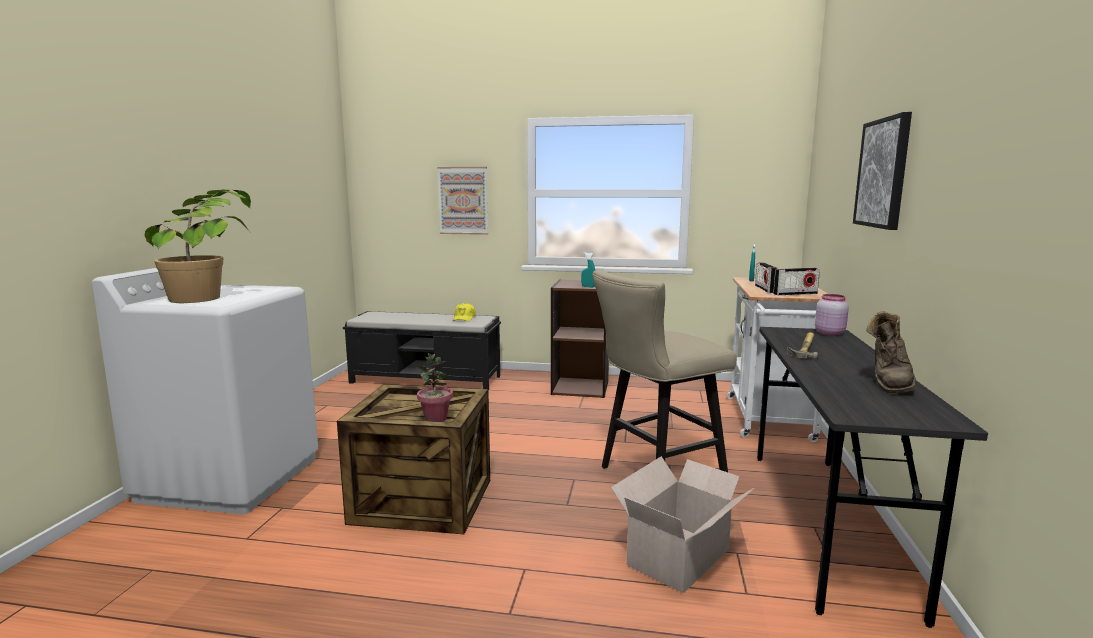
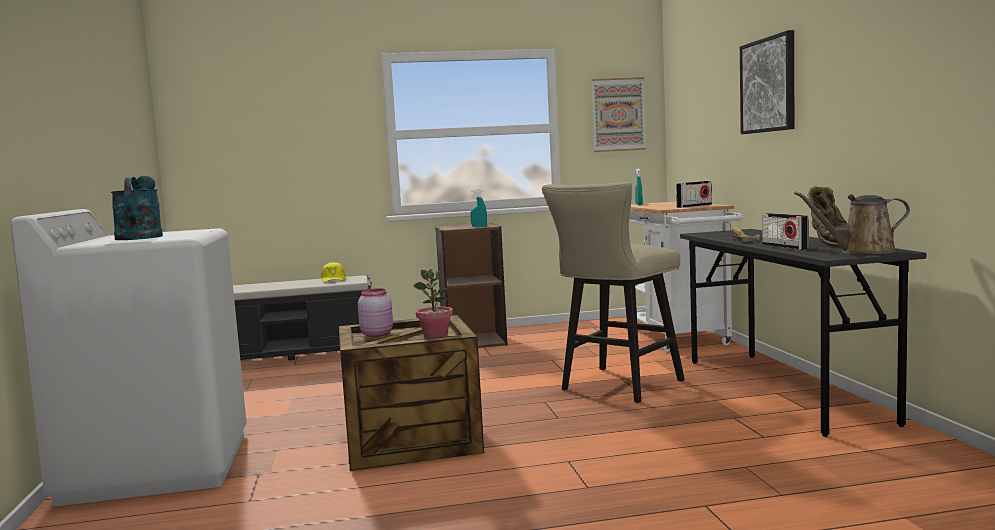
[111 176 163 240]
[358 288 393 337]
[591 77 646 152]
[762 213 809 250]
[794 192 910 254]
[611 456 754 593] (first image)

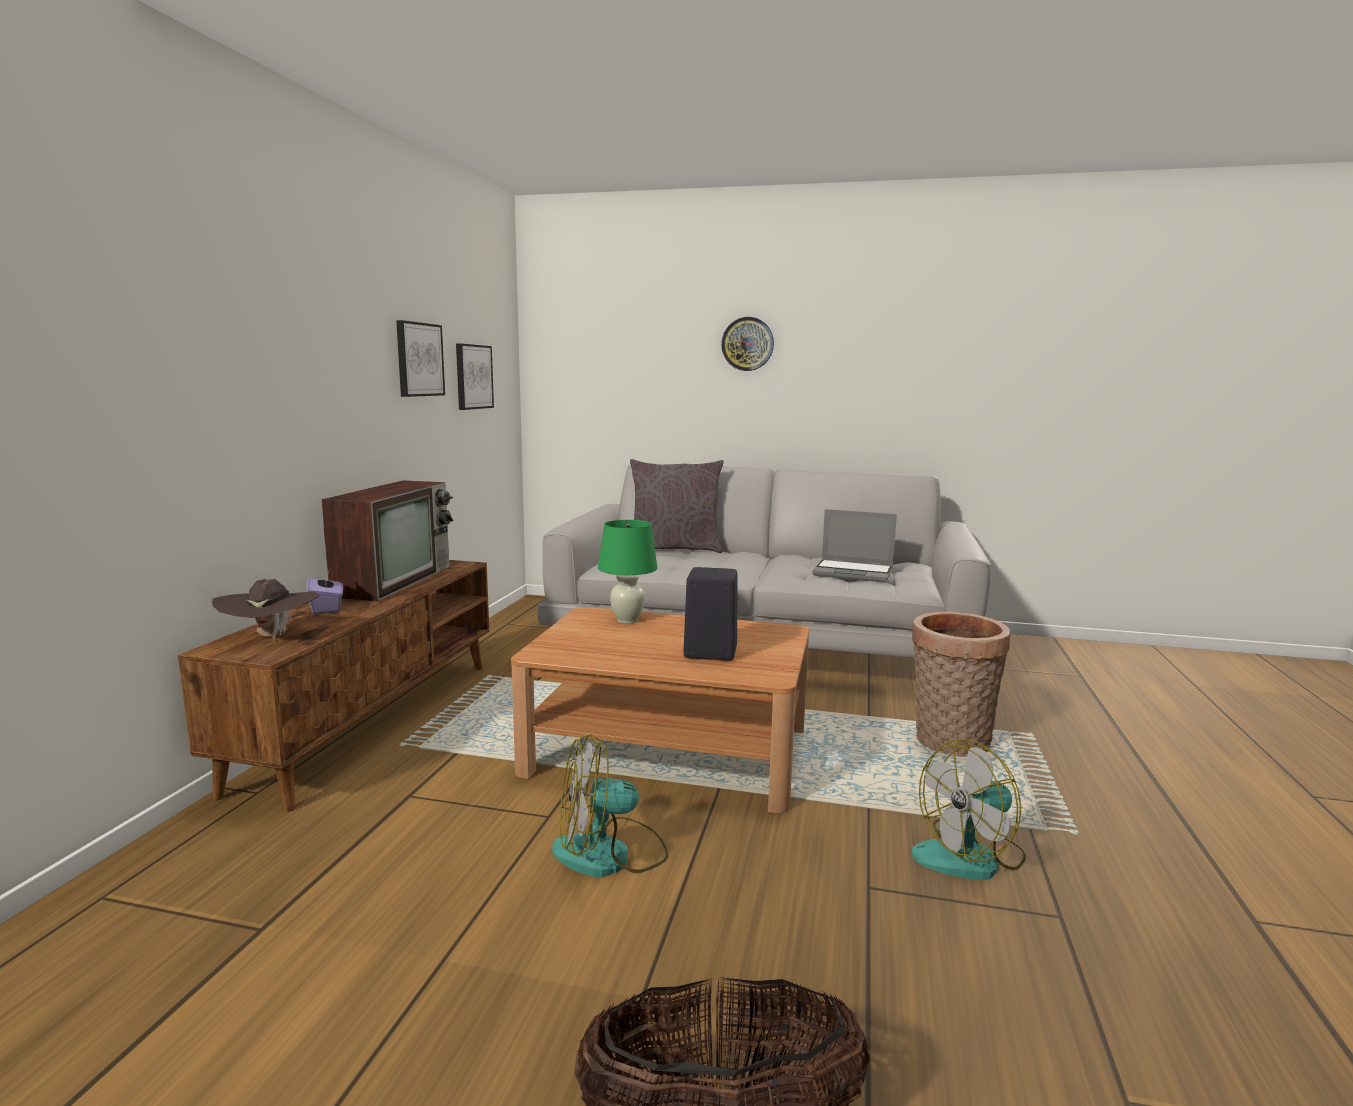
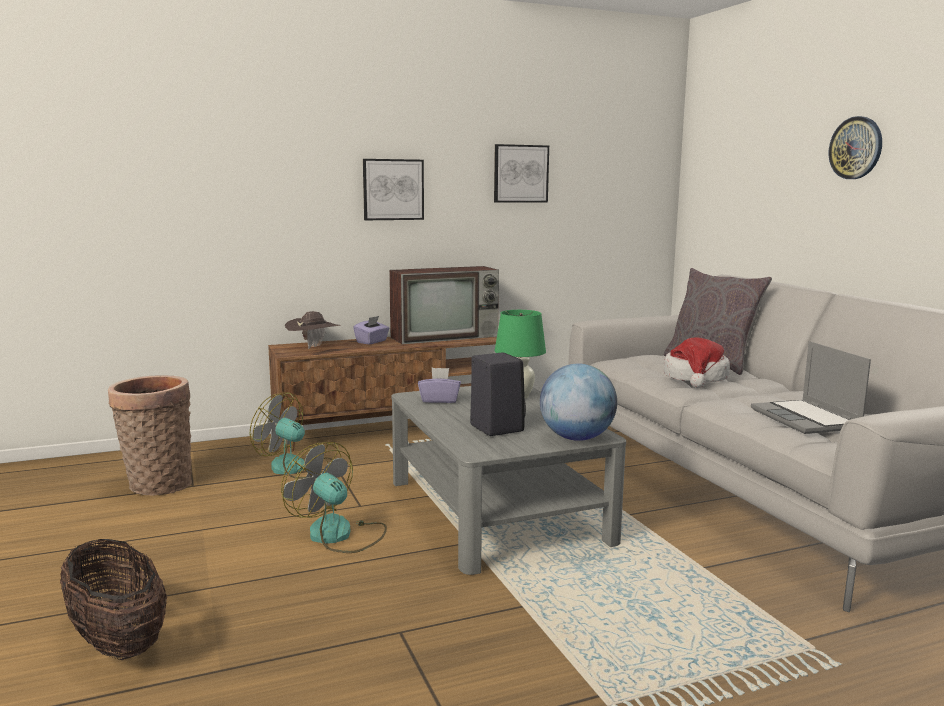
[108 376 192 496]
[249 392 332 479]
[363 159 424 220]
[392 386 626 575]
[418 368 461 403]
[540 363 617 441]
[664 337 730 388]

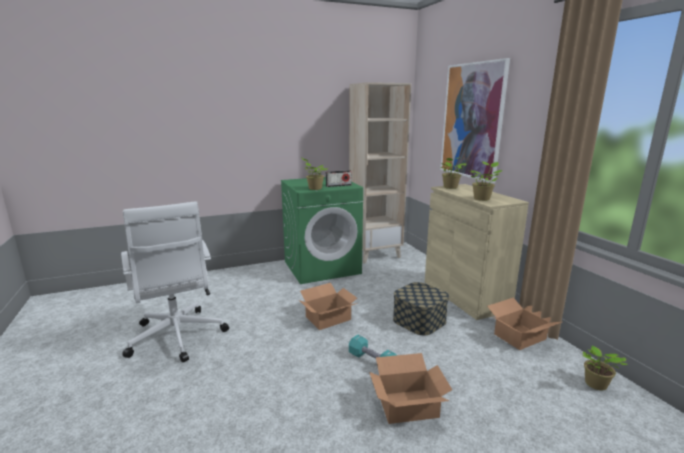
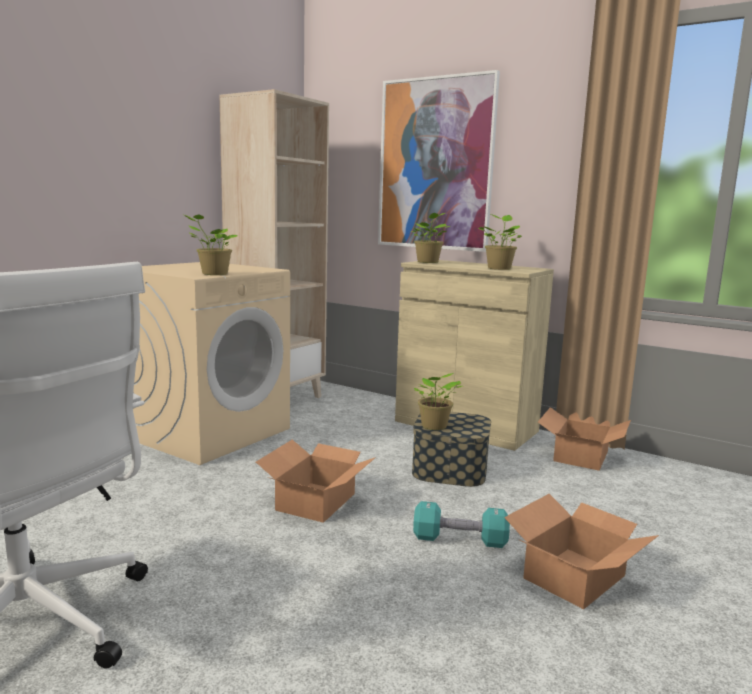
[133 262 290 465]
[414 373 462 430]
[326 170 352 187] (first image)

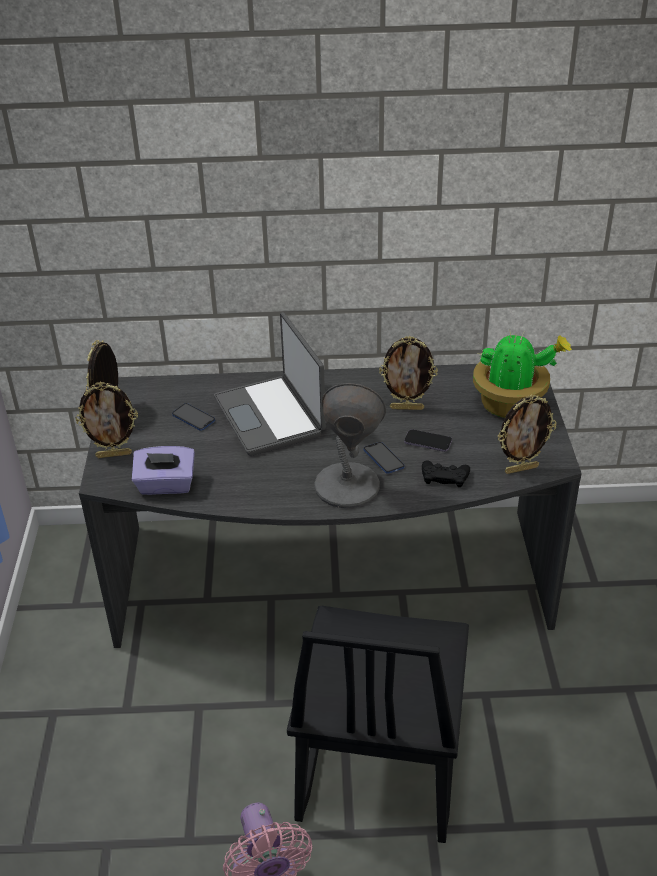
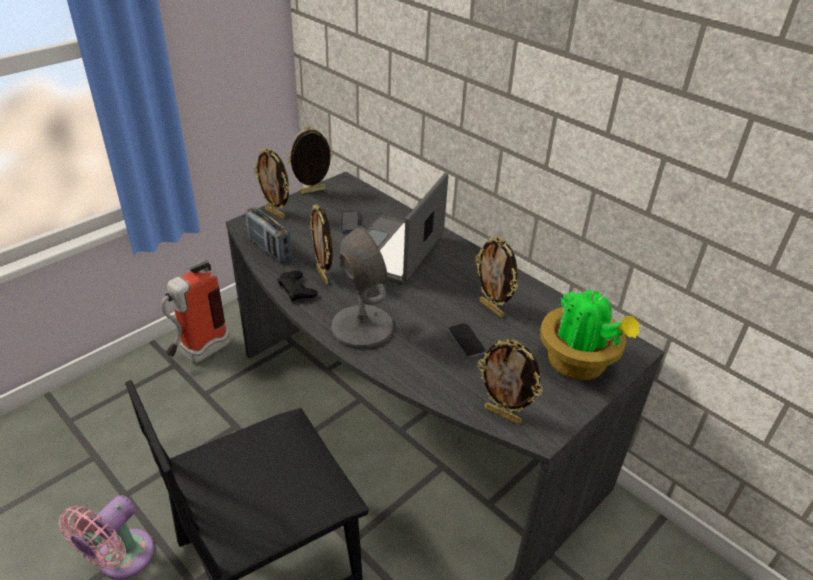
[161 259 230 363]
[245 207 292 263]
[277 271 318 302]
[310 204 333 284]
[364 442 405 474] (first image)

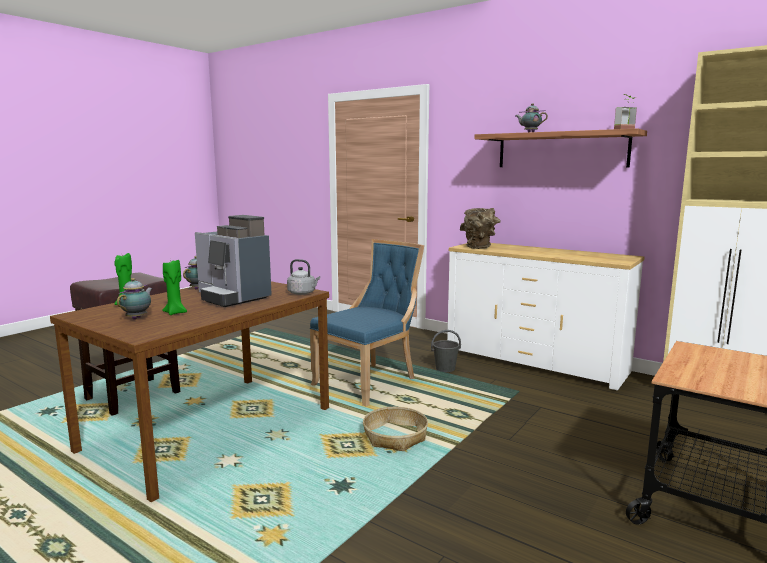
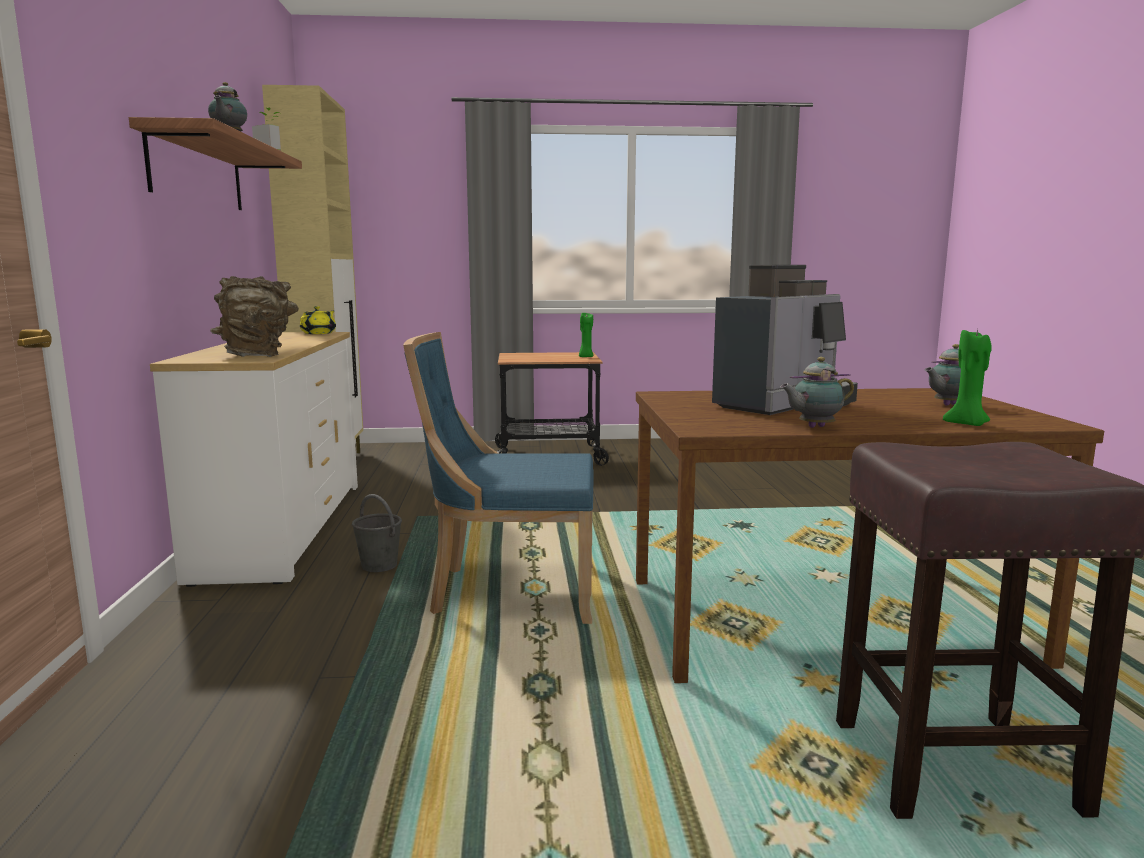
[300 306 336 334]
[579 313 593 357]
[712 265 858 415]
[287 259 320 295] (first image)
[363 407 428 451] (first image)

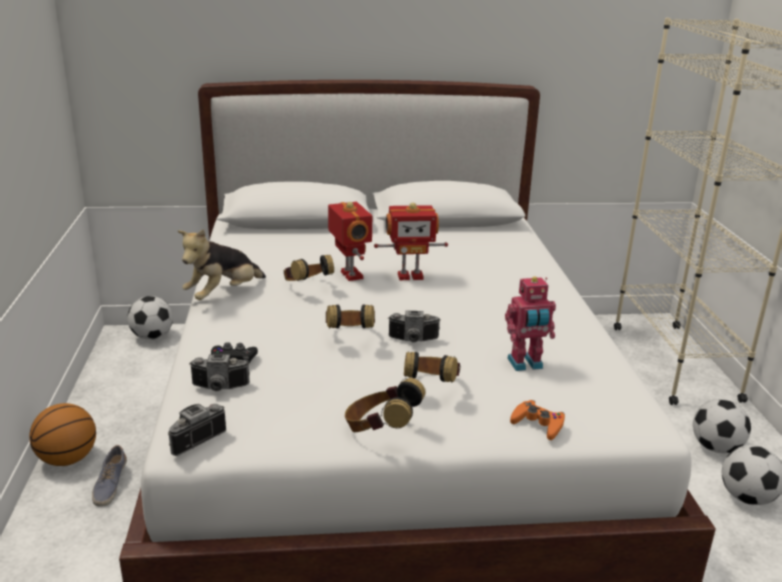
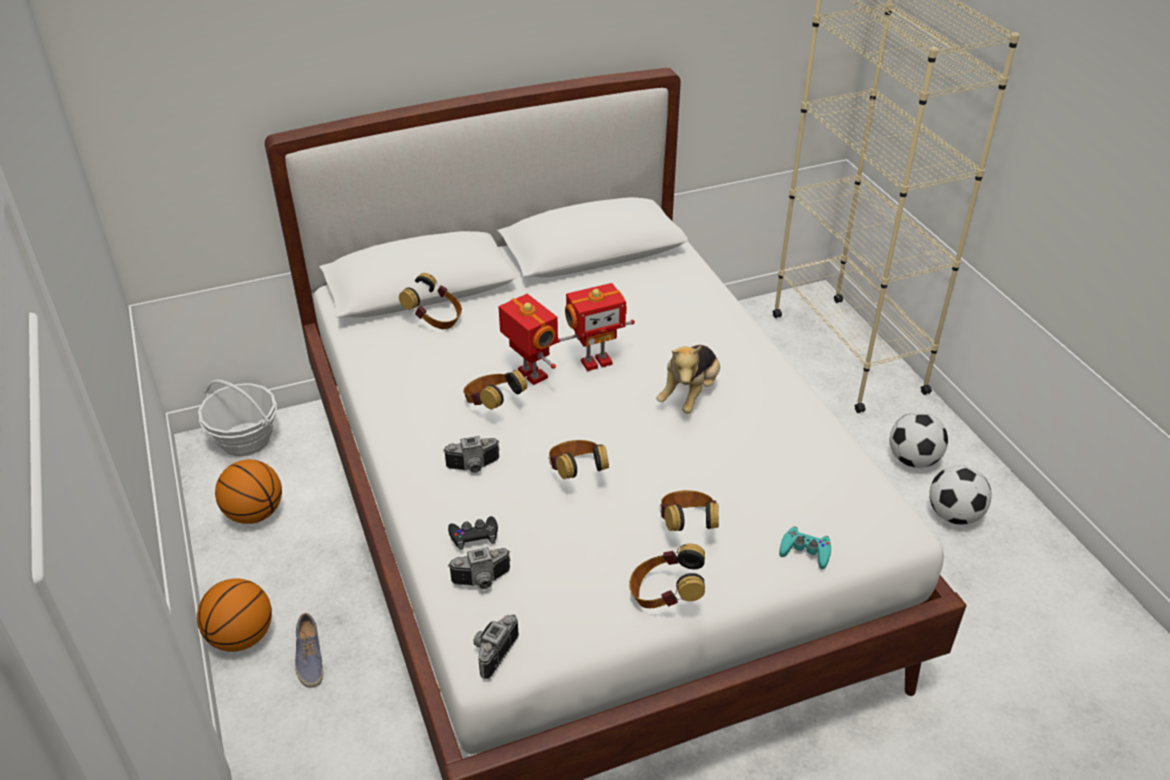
[198 380 277 456]
[215 459 282 524]
[399 273 462 329]
[443 436 499 473]
[657 345 720 414]
[779 527 831 569]
[505 277 556 371] (first image)

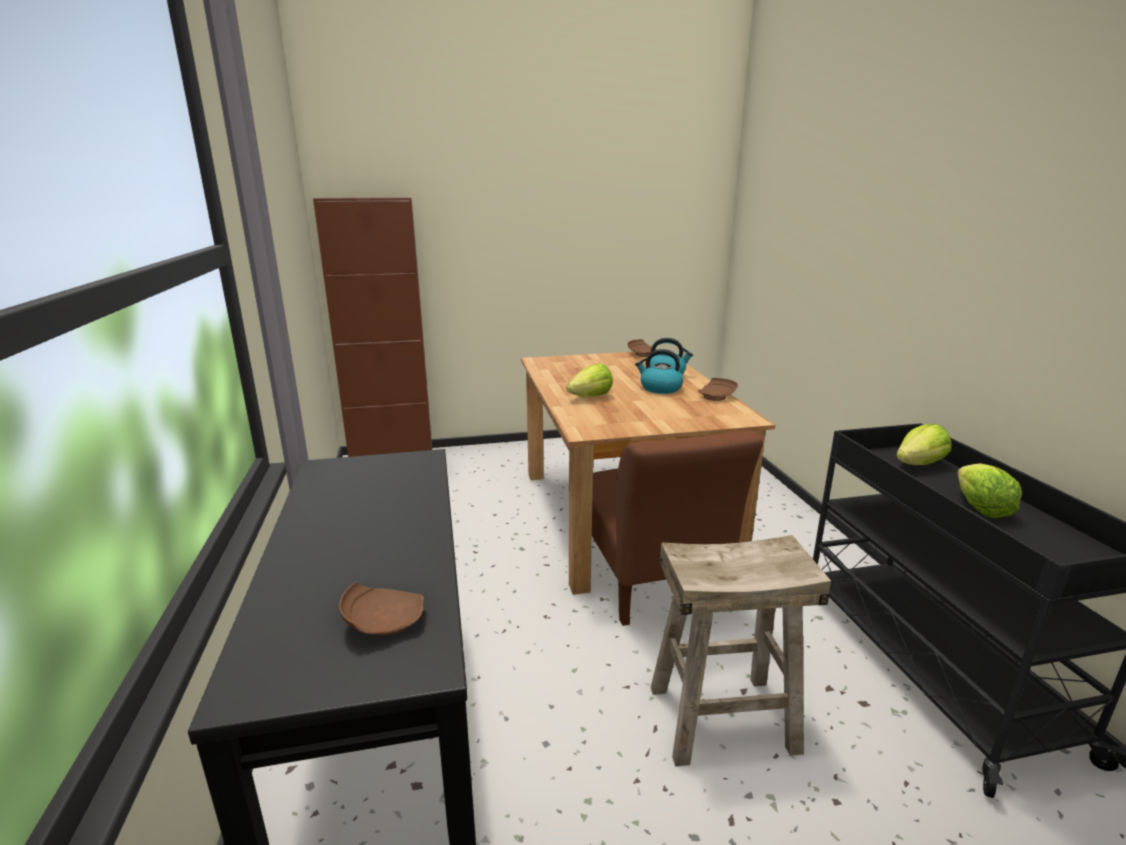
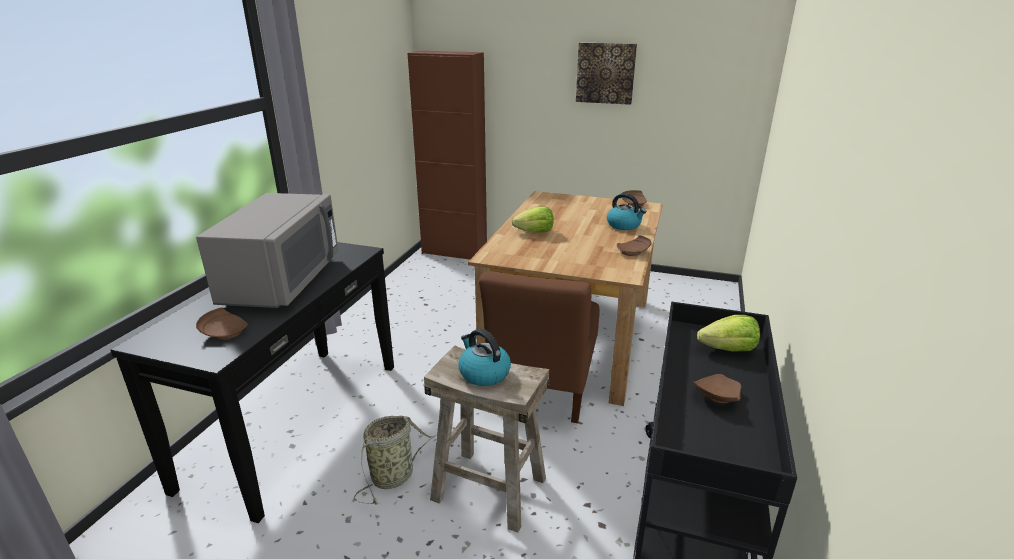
[196 193 338 308]
[354 416 437 505]
[459 329 511 386]
[576 43 637 105]
[693 374 741 403]

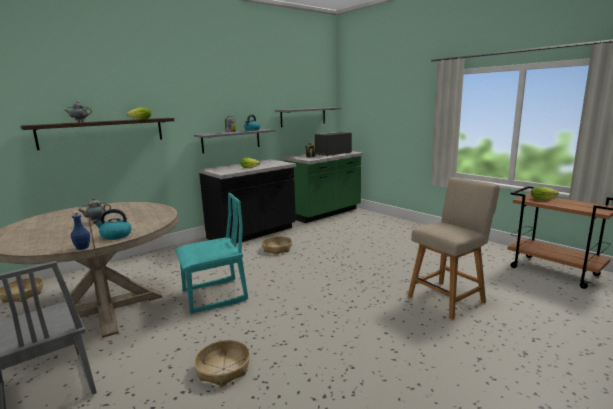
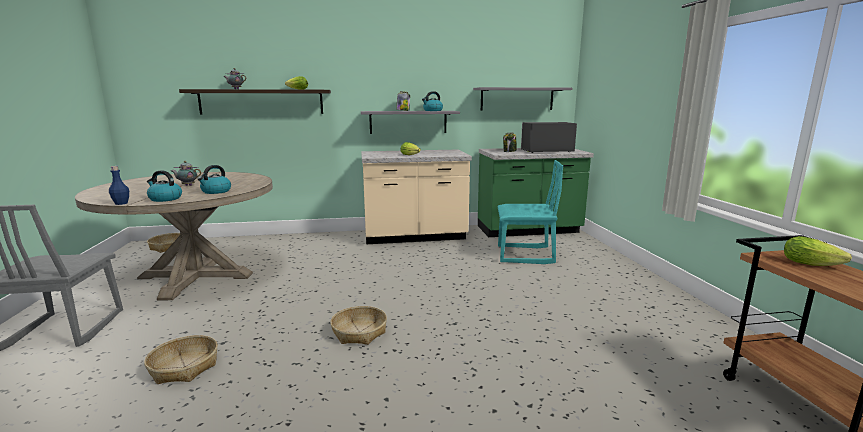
[197 165 231 194]
[330 306 387 345]
[361 150 472 244]
[497 160 563 264]
[407 177 500 320] (first image)

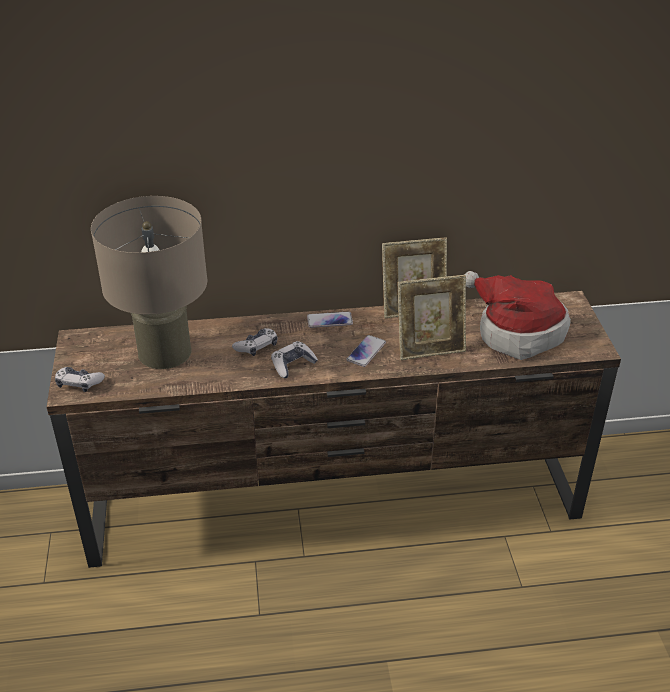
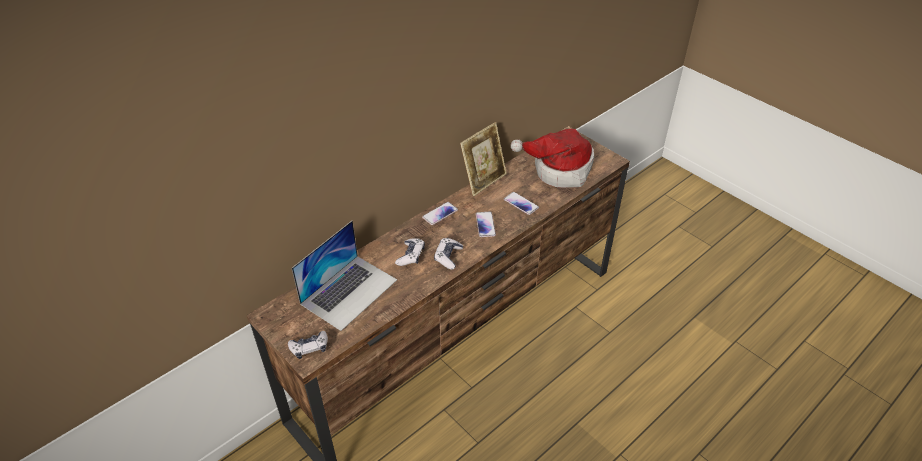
[292 221 397 331]
[504 192 539 215]

